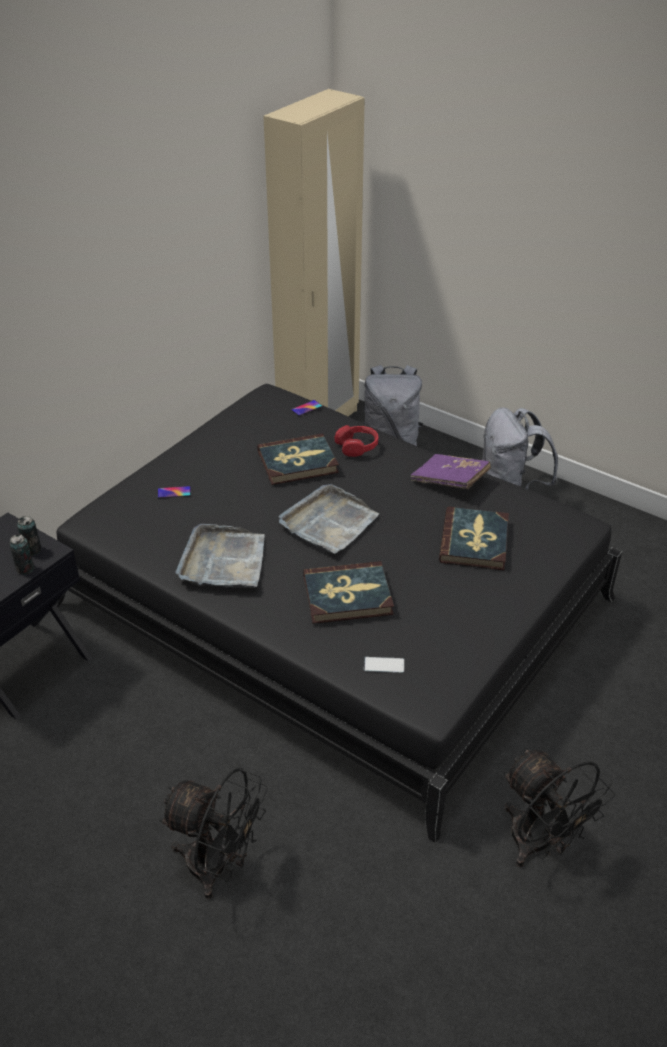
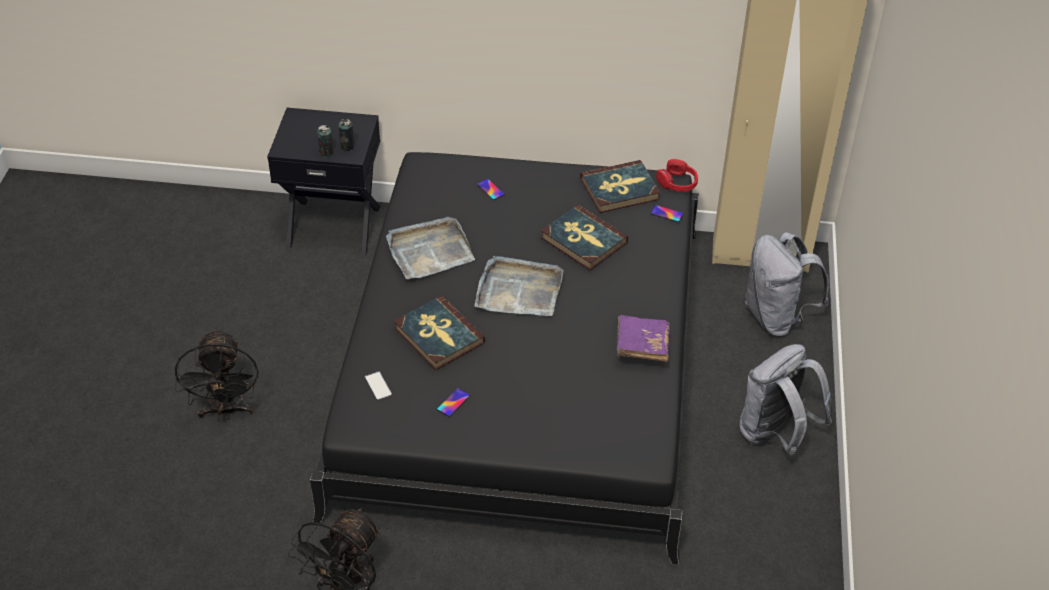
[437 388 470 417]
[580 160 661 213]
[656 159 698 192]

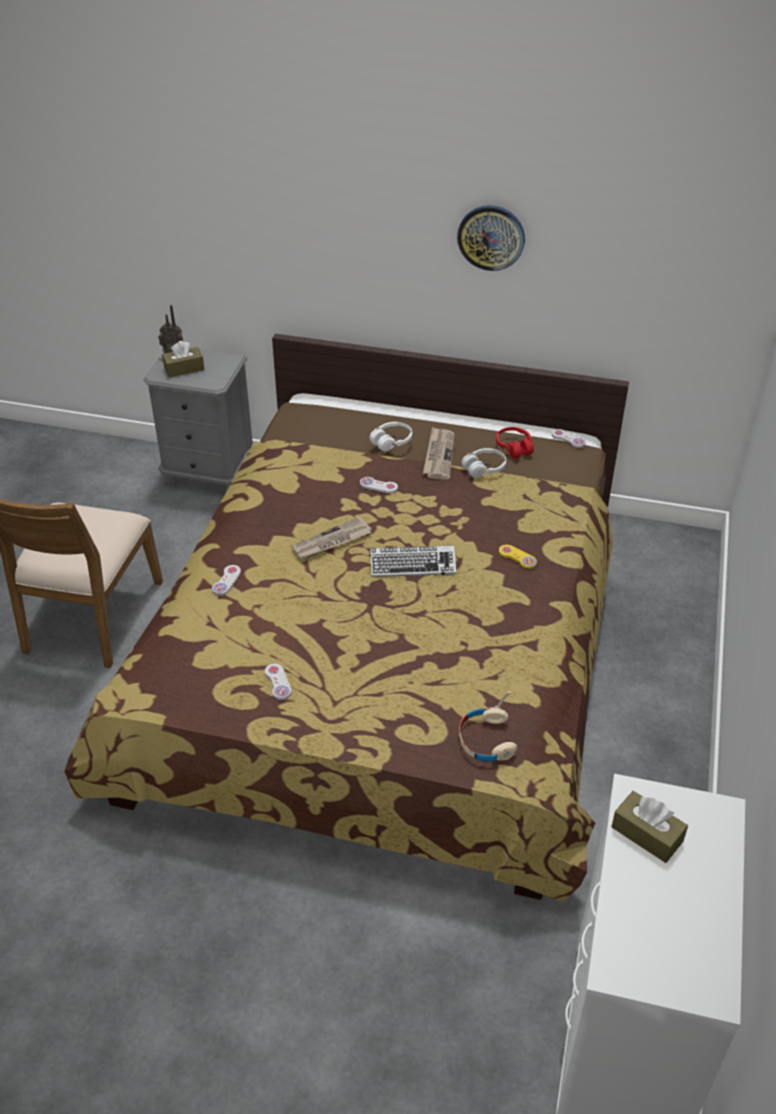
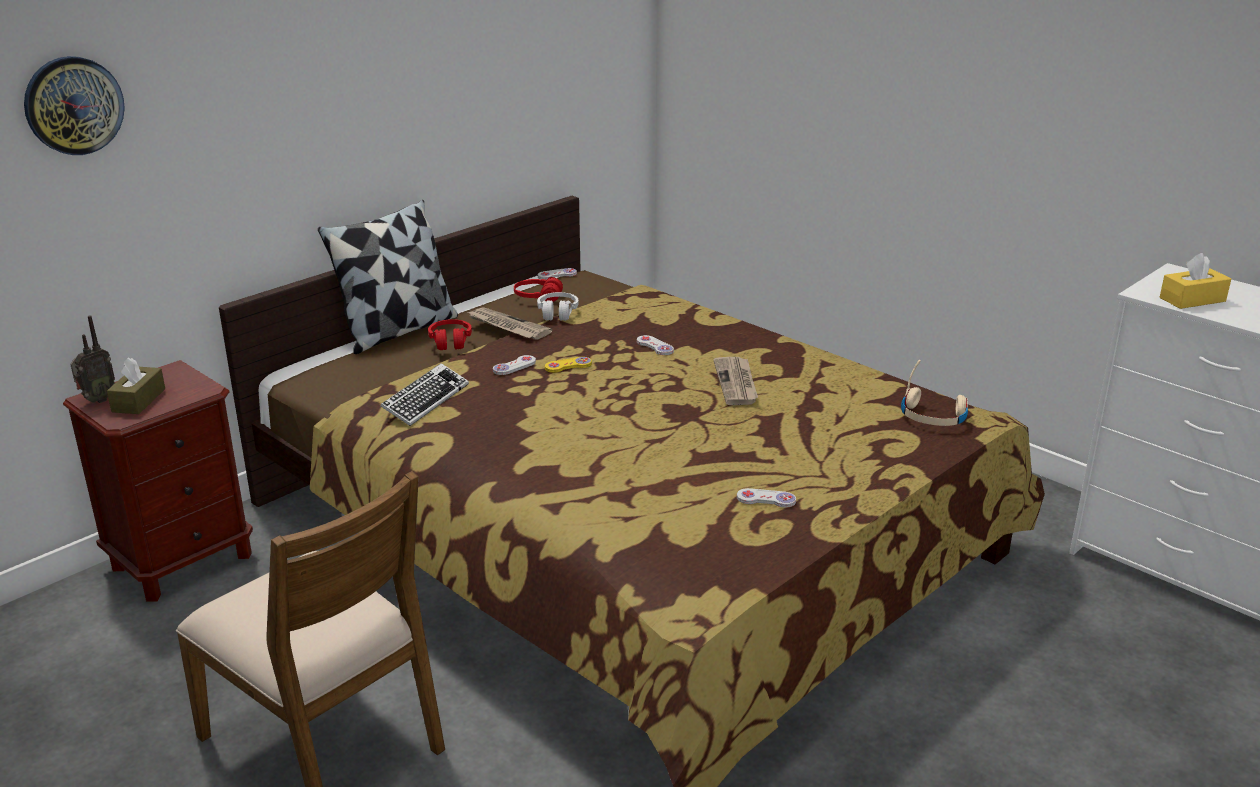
[24 56 125 155]
[63 360 253 601]
[318 200 458 354]
[380 363 469 426]
[428 319 472 350]
[545 357 592 373]
[637 335 674 355]
[713 357 758 405]
[1160 253 1231 309]

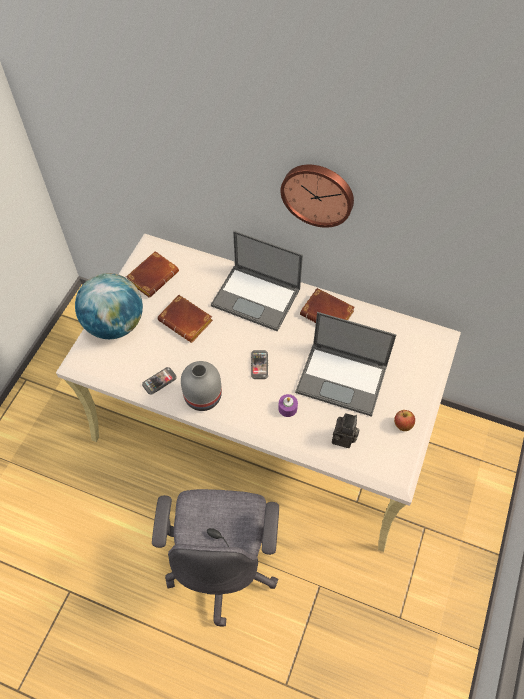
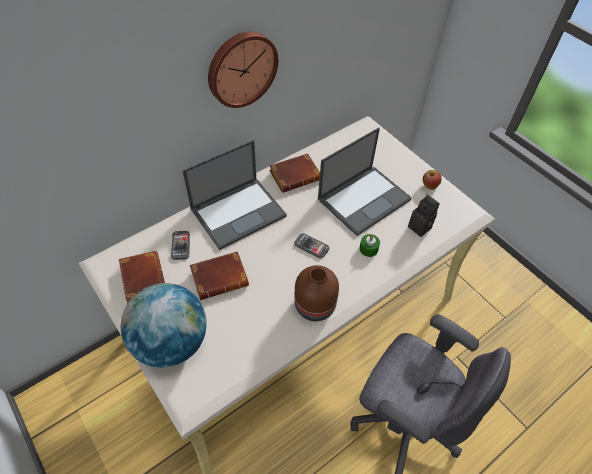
[171 231 190 260]
[294 265 339 321]
[359 234 380 257]

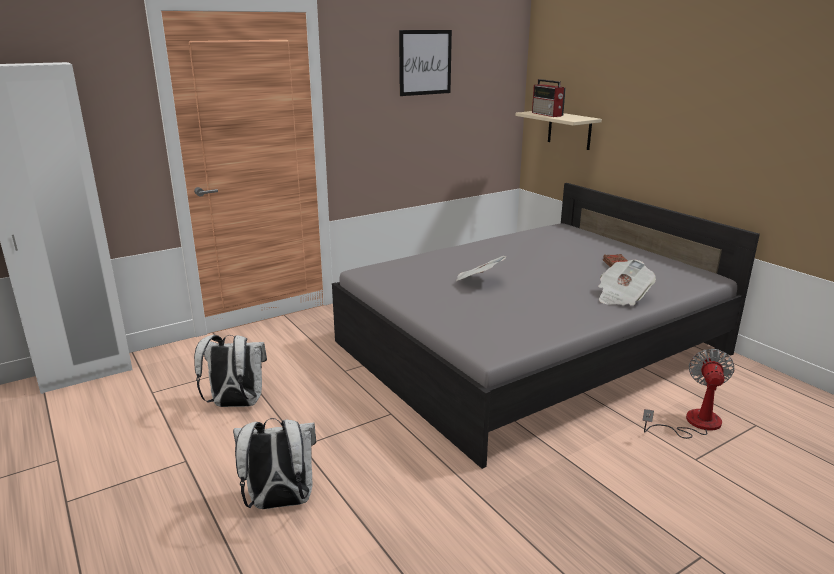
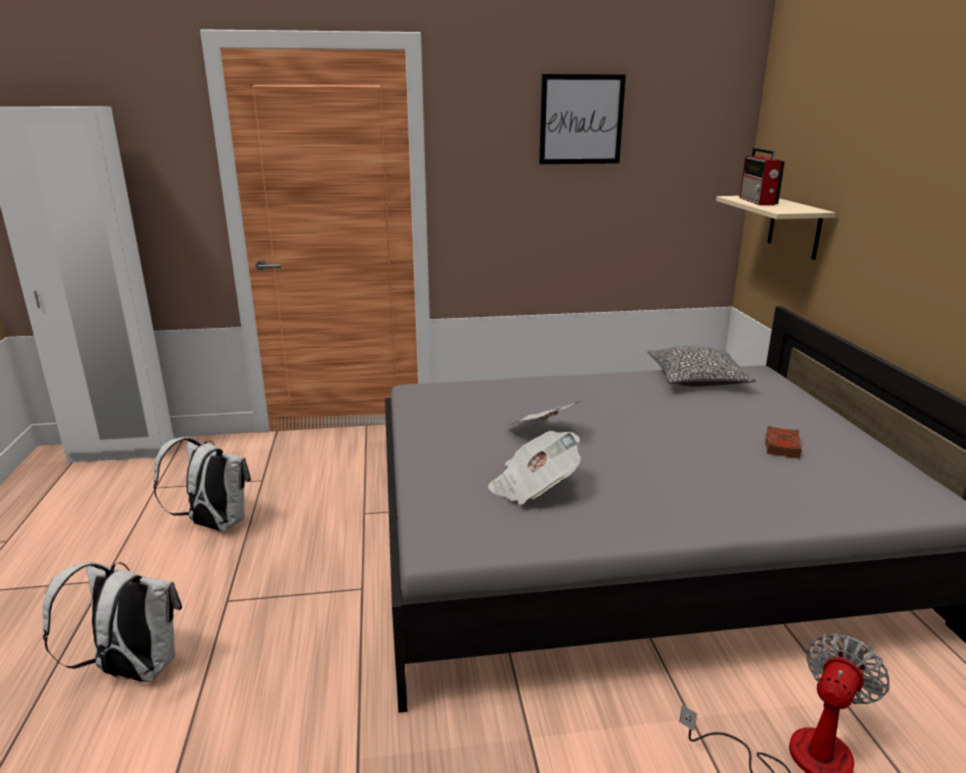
[488 431 581 505]
[647 346 756 387]

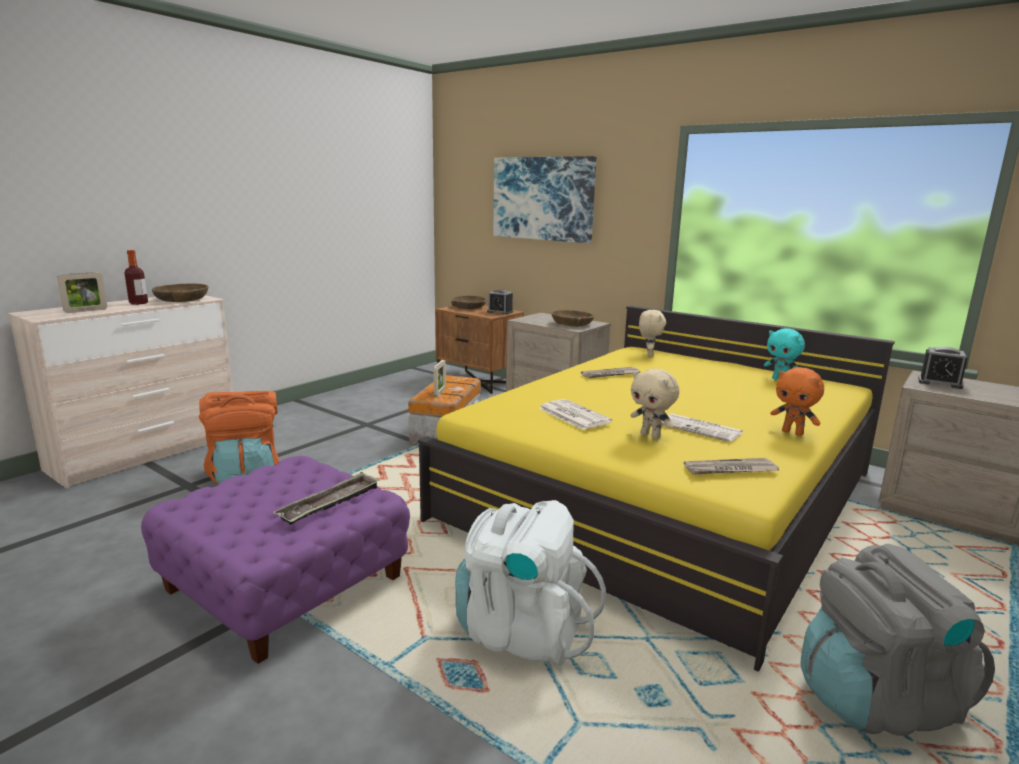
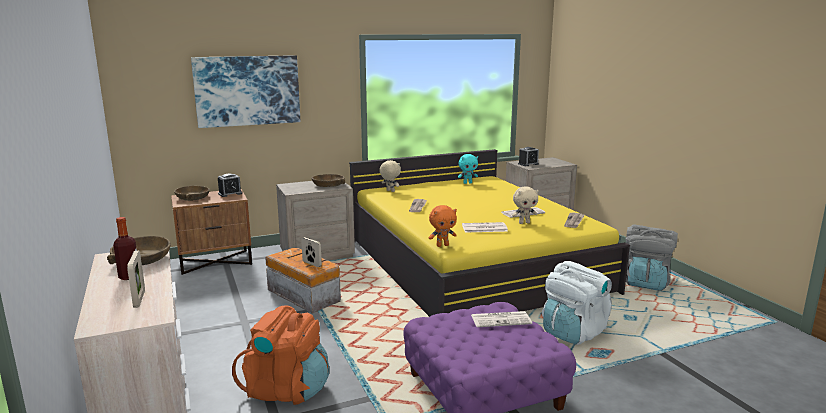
[429 205 457 247]
[471 311 532 327]

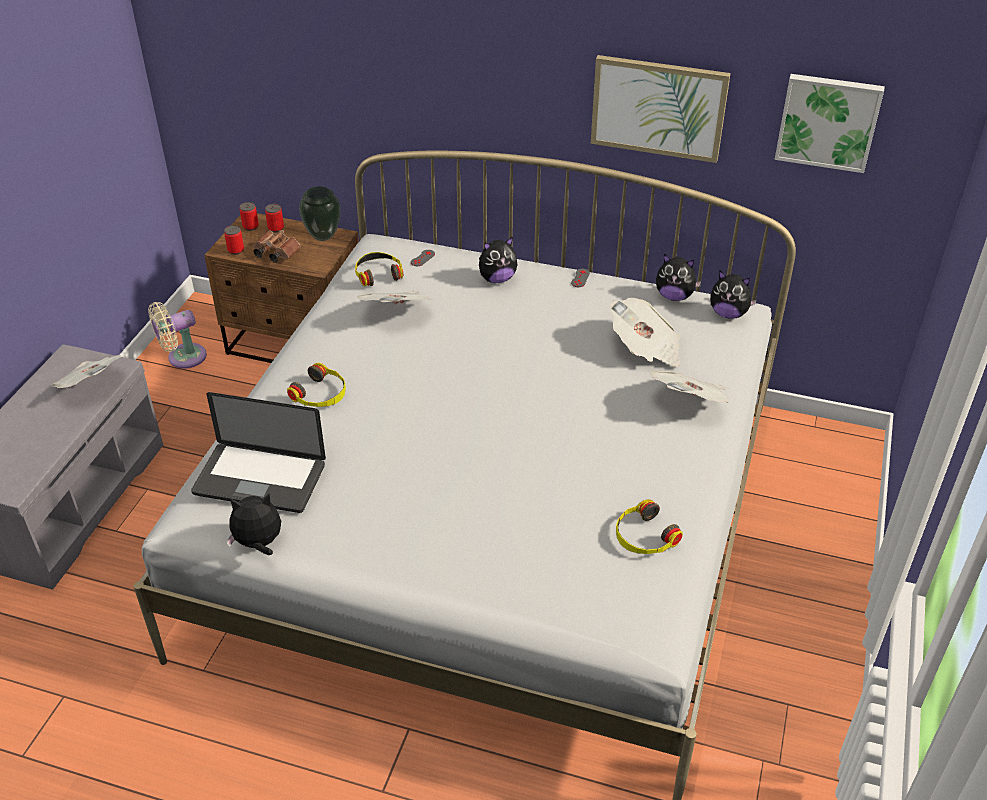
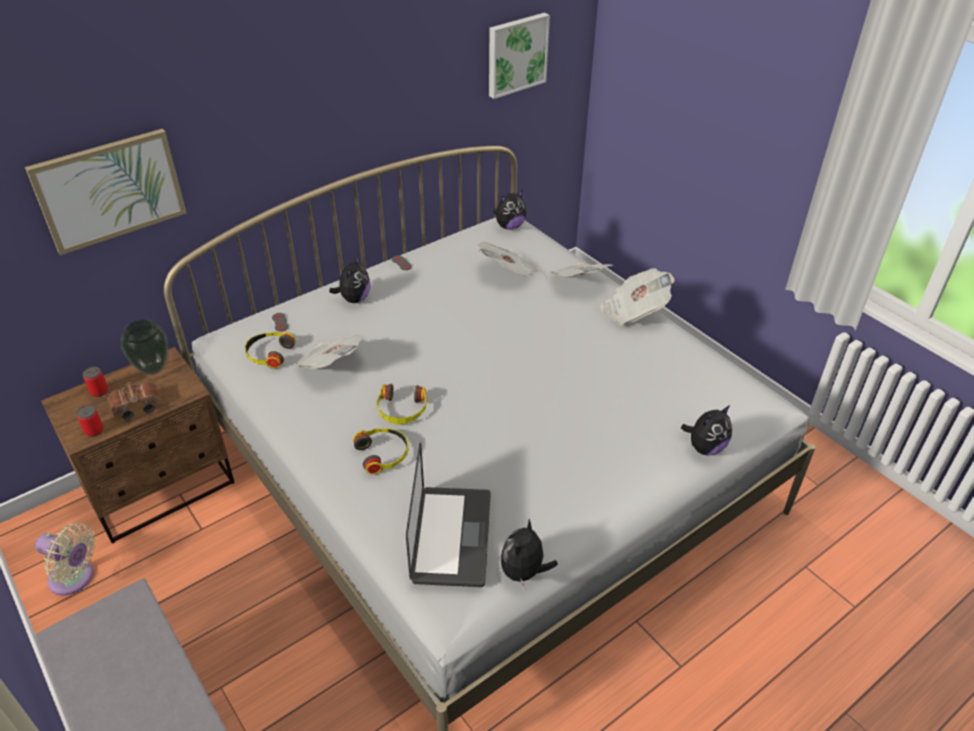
[25 129 187 255]
[35 523 96 596]
[377 384 426 425]
[406 442 491 587]
[599 268 675 326]
[681 405 732 456]
[240 202 259 231] (first image)

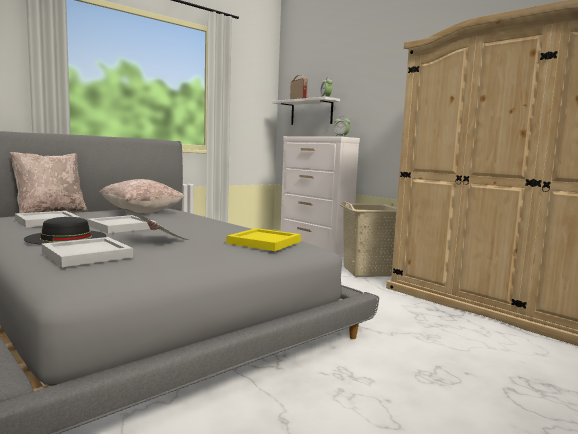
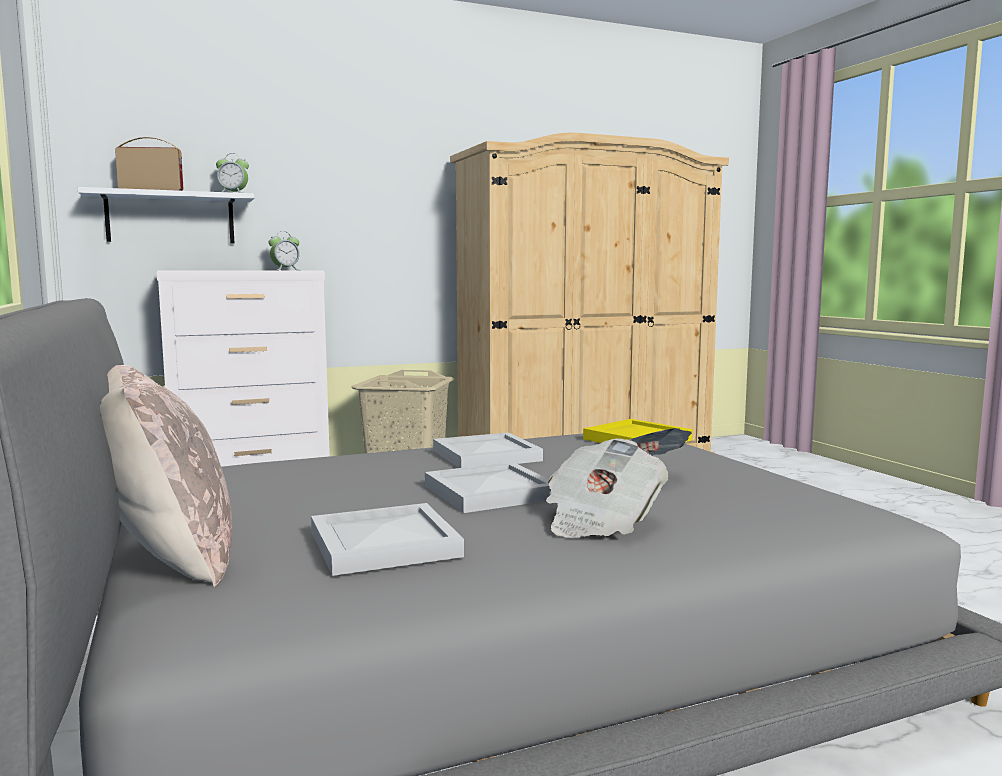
[433 432 543 468]
[546 438 669 538]
[100 179 185 213] (first image)

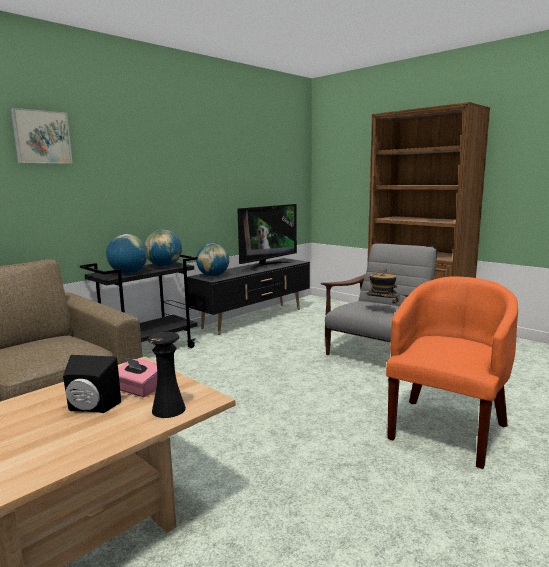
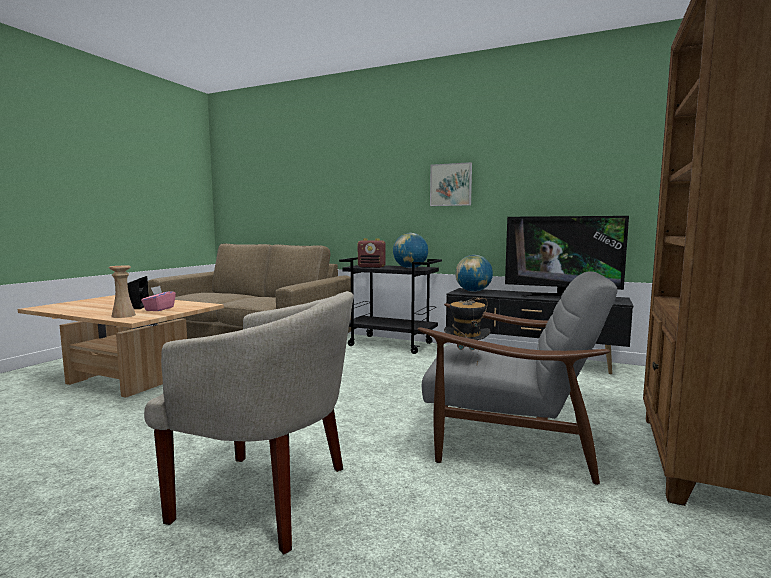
[109 266 136 318]
[144 291 354 555]
[358 238 386 268]
[430 162 472 206]

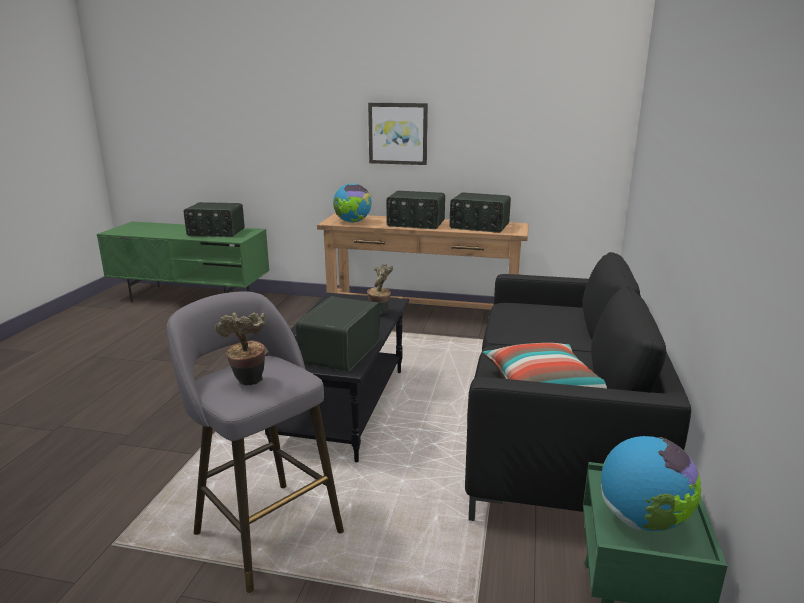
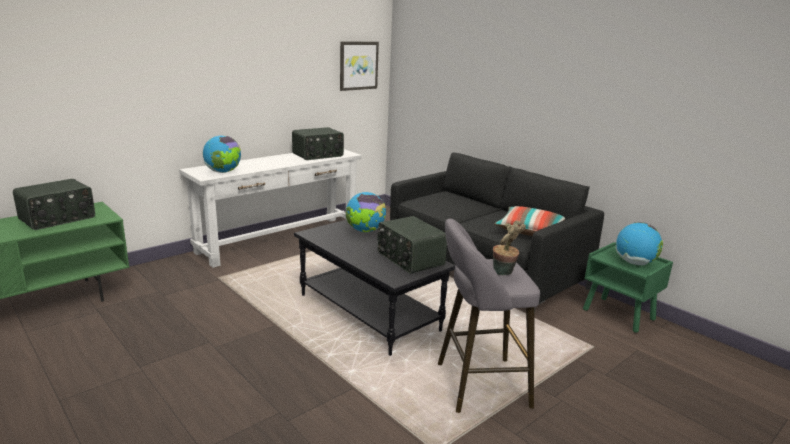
[179 149 362 268]
[340 42 379 91]
[345 192 386 233]
[386 191 445 229] (first image)

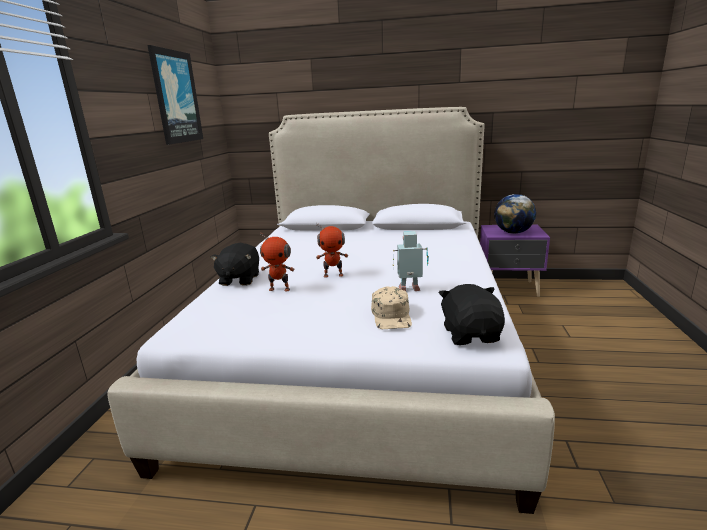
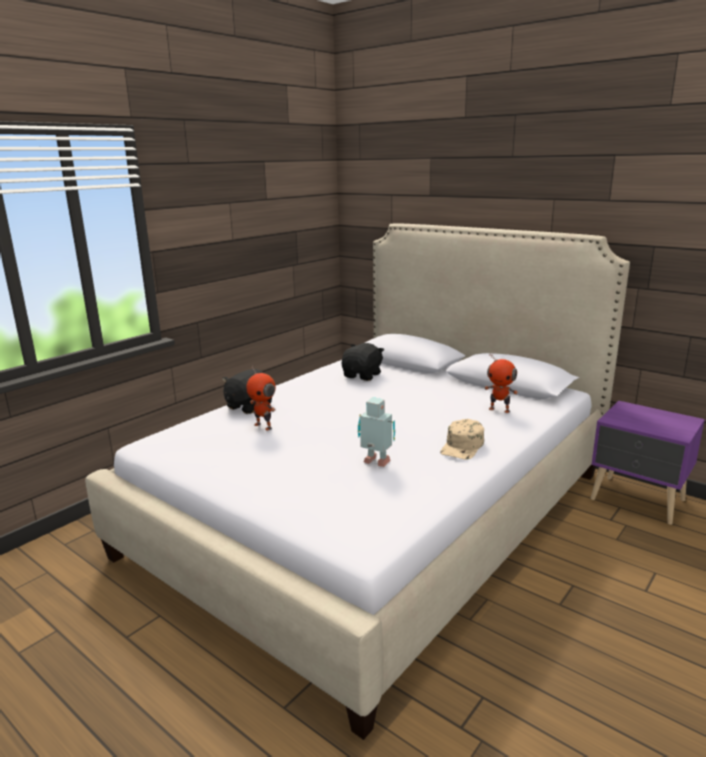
[342 343 384 381]
[440 419 484 459]
[484 353 518 413]
[147 45 203 145] (first image)
[494 194 536 234] (first image)

